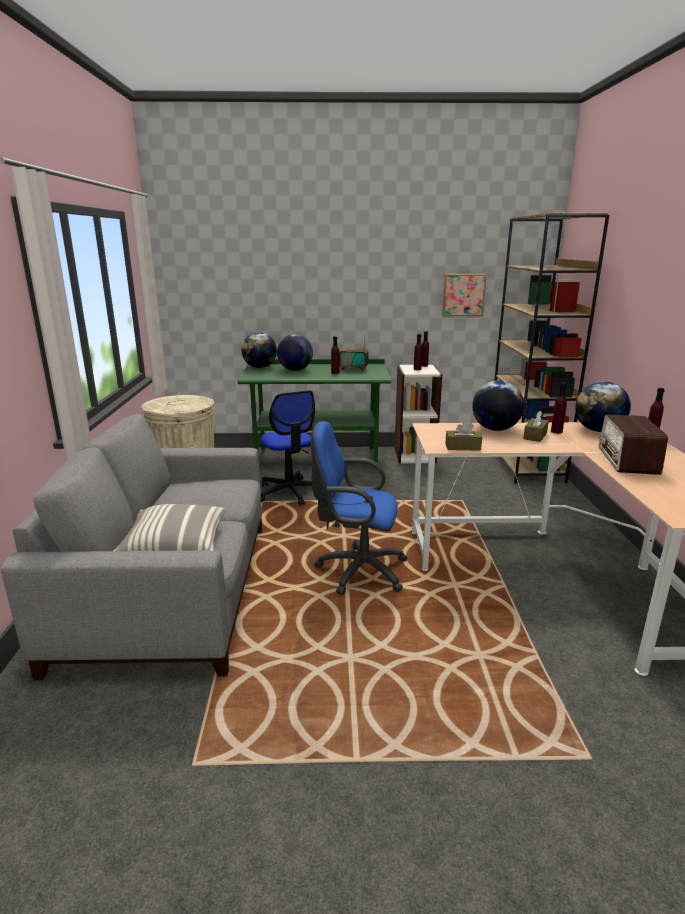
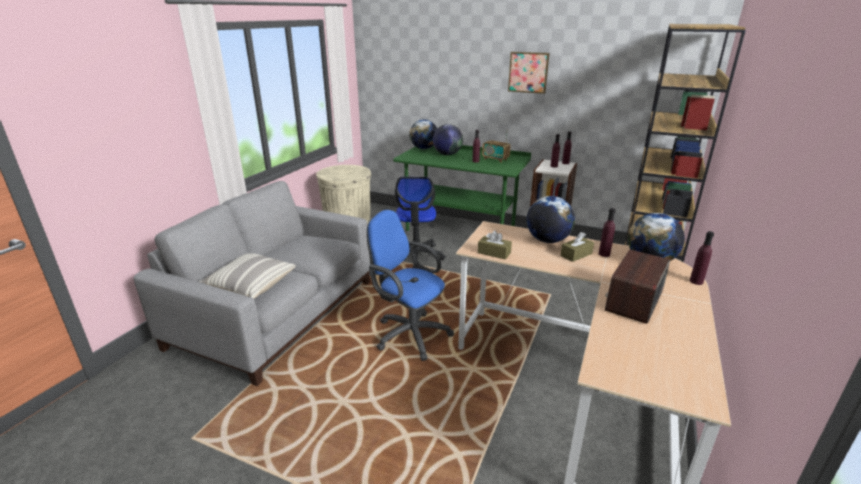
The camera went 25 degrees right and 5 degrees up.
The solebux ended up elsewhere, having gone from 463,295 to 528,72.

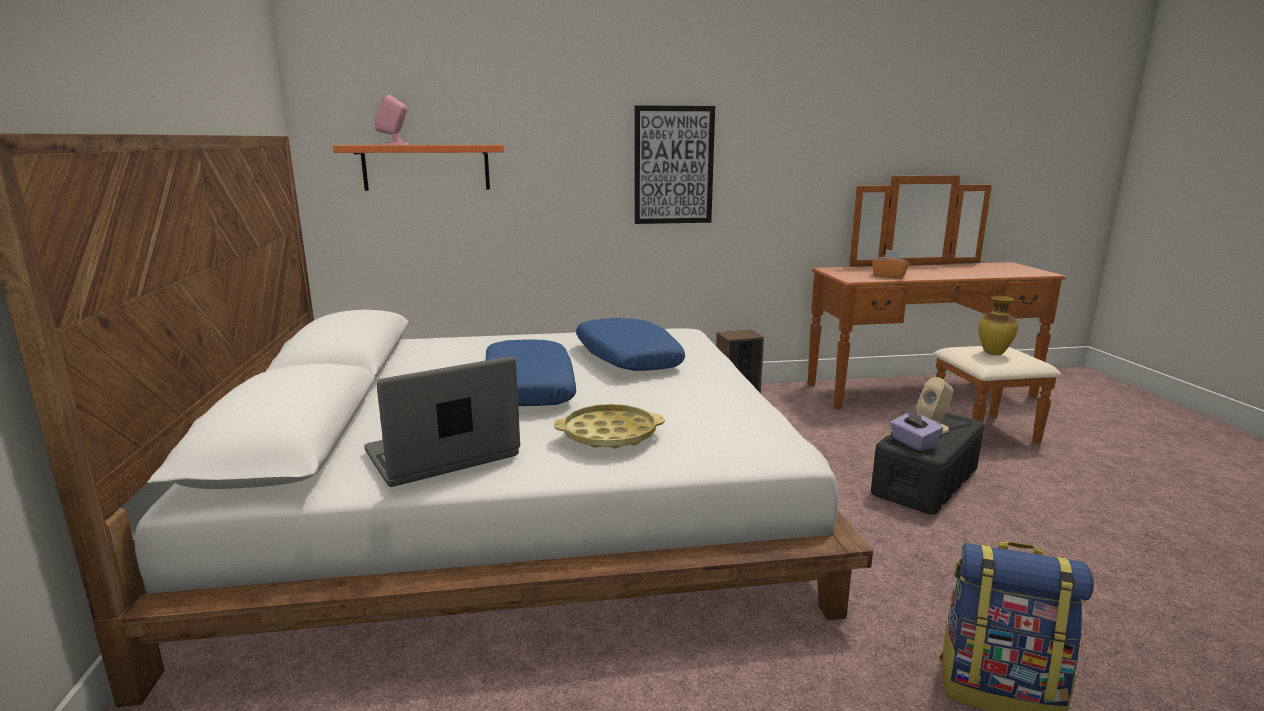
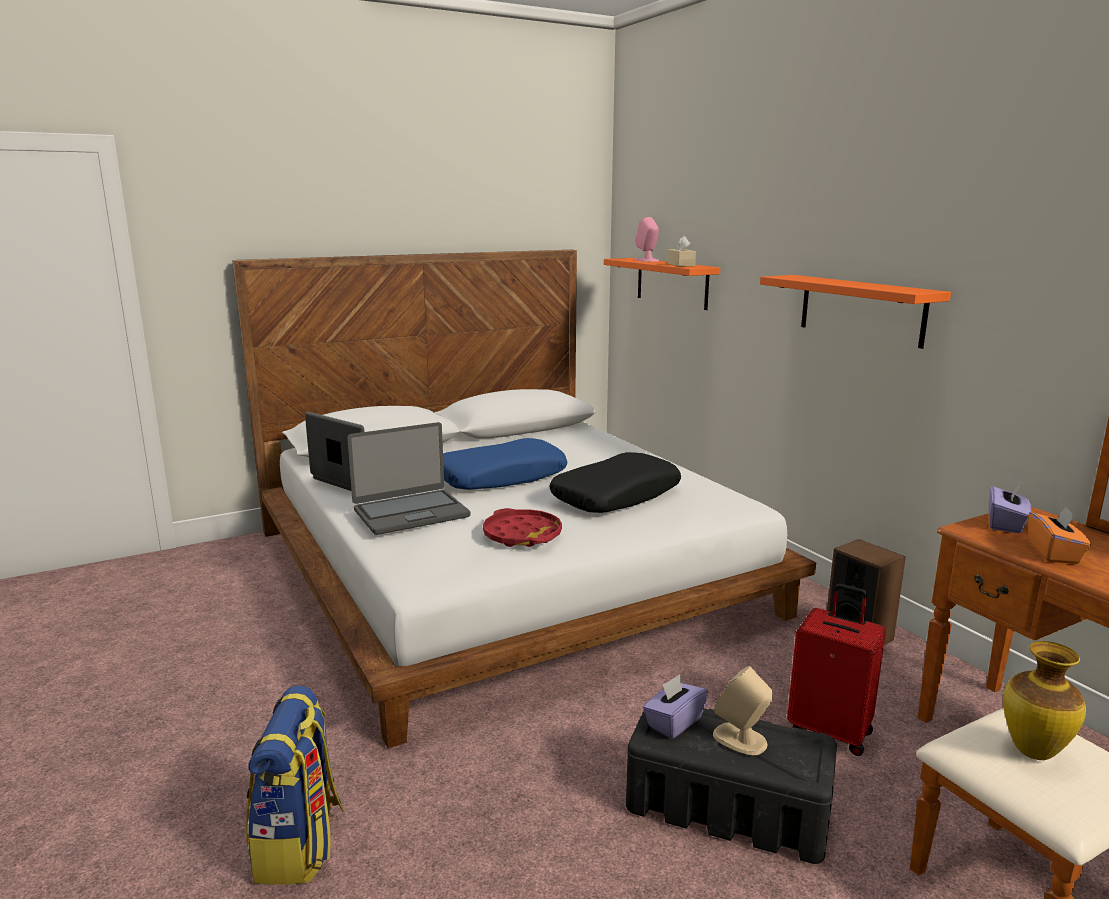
The camera went 70 degrees right and 0 degrees up.
Where the solebux hung at 673,165, the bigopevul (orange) came to hang at 861,309.
What was the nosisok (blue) at 627,358 turned into the nosisok (black) at 616,496.
Where the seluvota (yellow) stood at 609,434, the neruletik came to stand at 410,513.
The second view gained the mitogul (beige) at 681,265.
The second view gained the mitogul (purple) at 1005,524.
The second view gained the seluvota (red) at 522,535.
The second view gained the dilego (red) at 830,731.

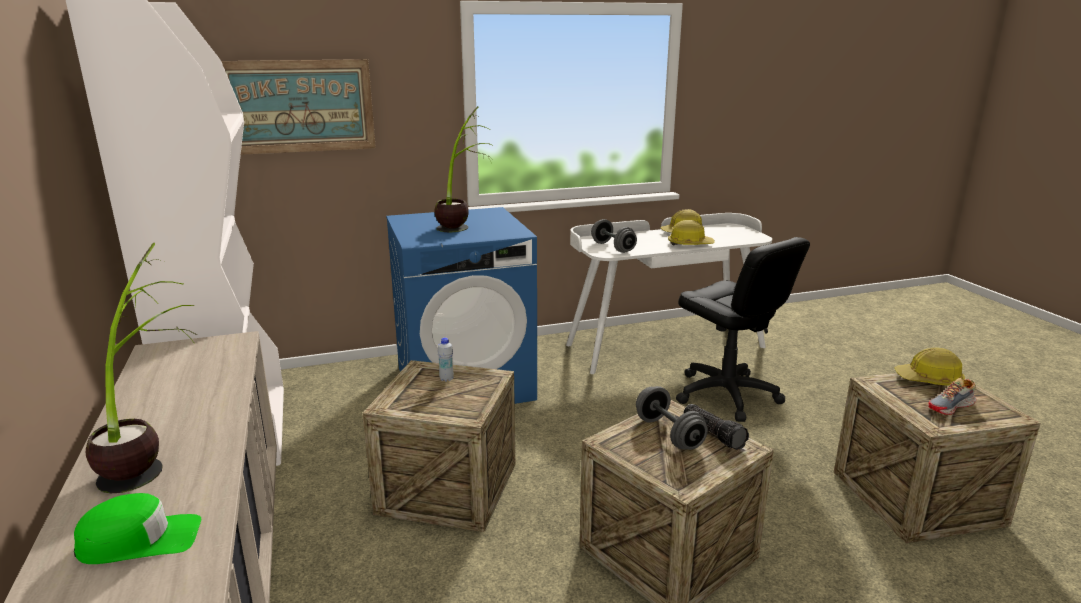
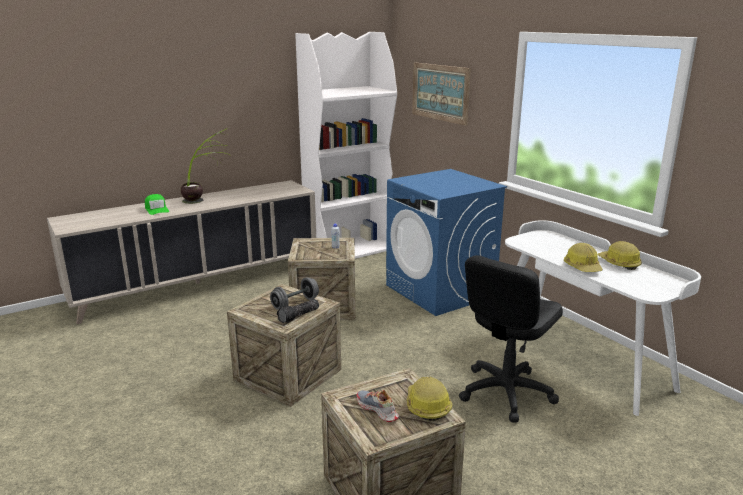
The camera went 75 degrees right and 0 degrees up.
The second view lost the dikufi at 463,223.
The second view lost the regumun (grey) at 613,247.

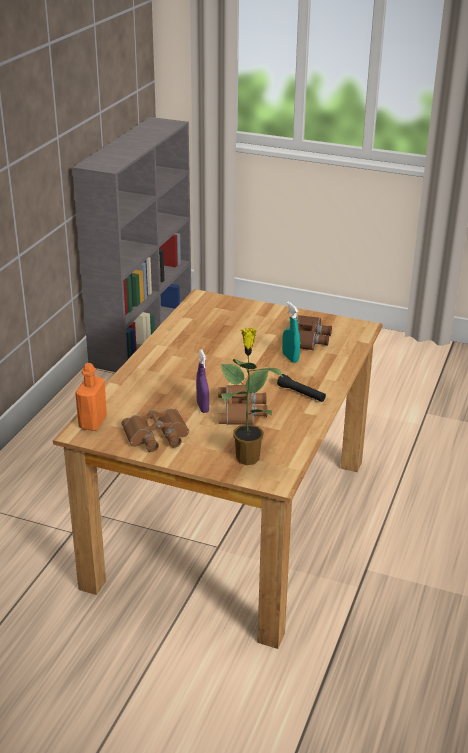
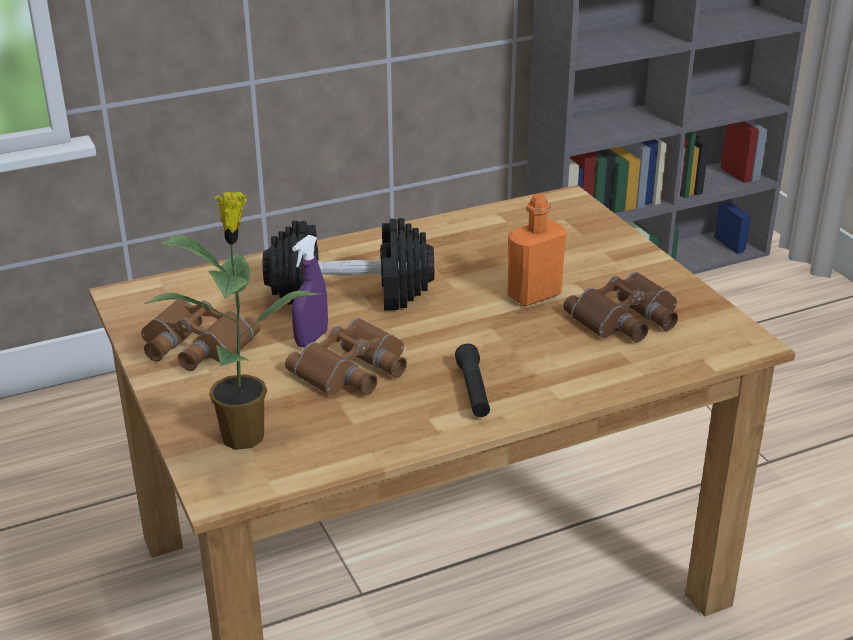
The camera went 45 degrees right and 0 degrees up.
The second view lost the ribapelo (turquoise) at 290,358.
The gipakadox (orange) ended up elsewhere, having gone from 93,422 to 534,295.
The second view gained the regumun (black) at 349,294.

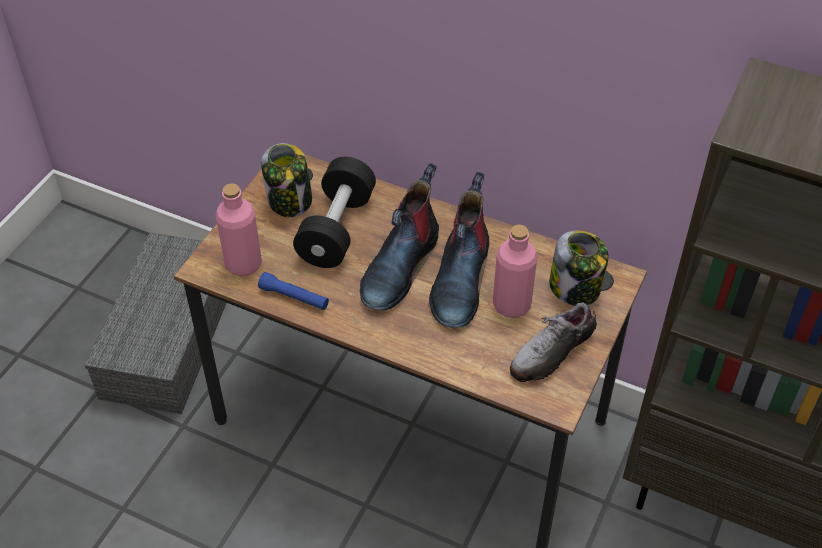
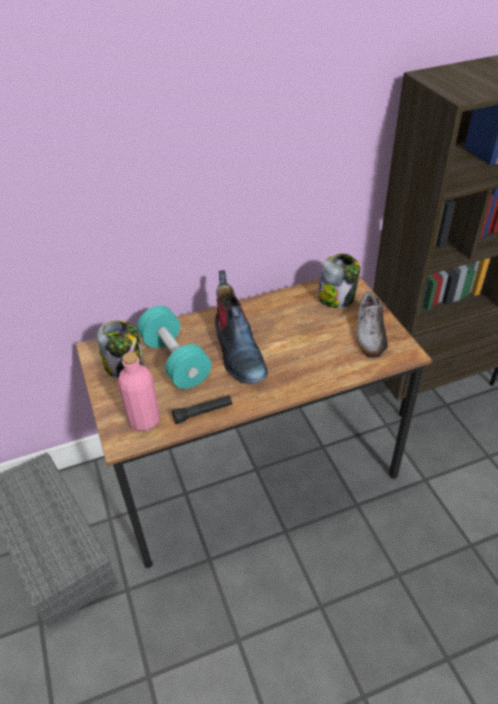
The camera went 45 degrees left and 5 degrees down.
What was the regumun (black) at 336,229 turned into the regumun (turquoise) at 175,360.
The second view lost the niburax at 460,280.
The second view lost the gipakadox (pink) at 511,305.
What was the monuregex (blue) at 294,297 turned into the monuregex (black) at 203,413.

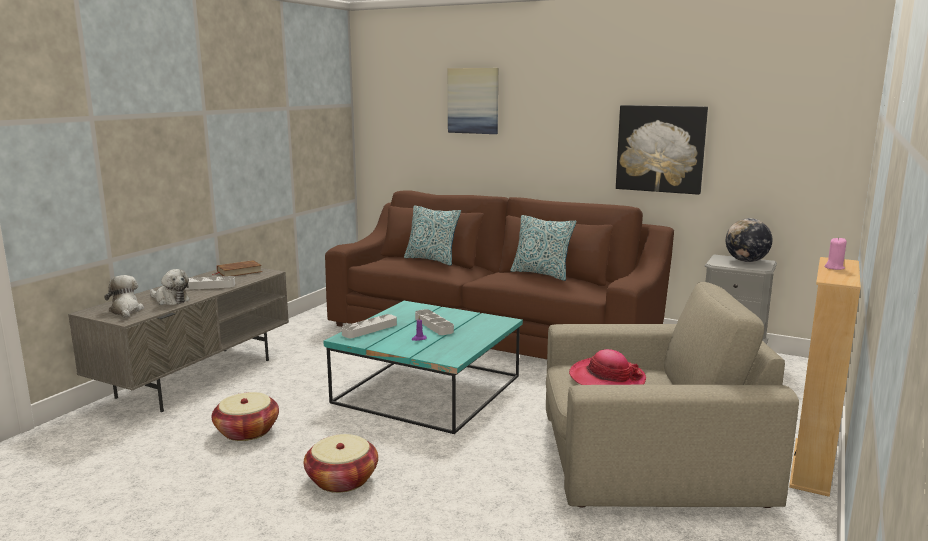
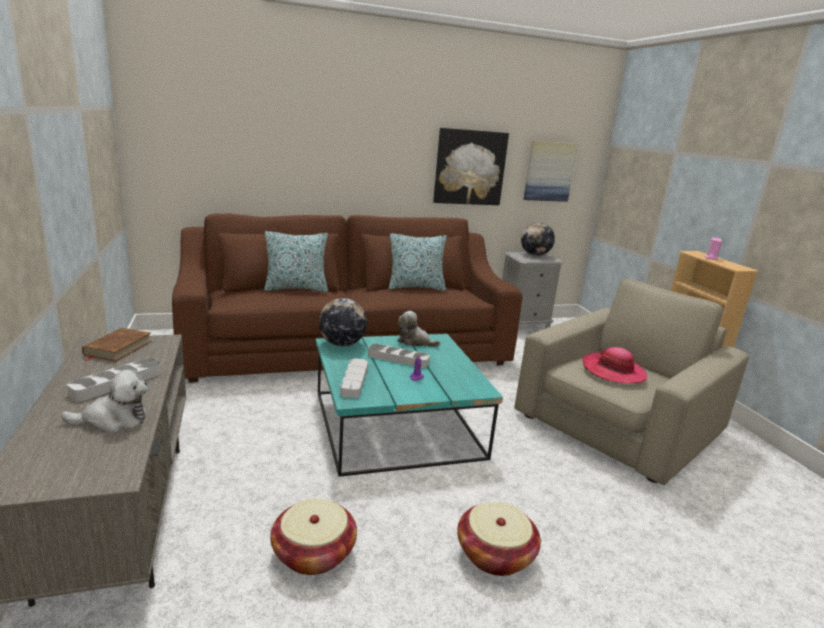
The camera went 45 degrees left and 5 degrees up.
The solebux ended up elsewhere, having gone from 473,101 to 549,171.
The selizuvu ended up elsewhere, having gone from 126,311 to 415,342.
The second view gained the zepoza at 342,344.

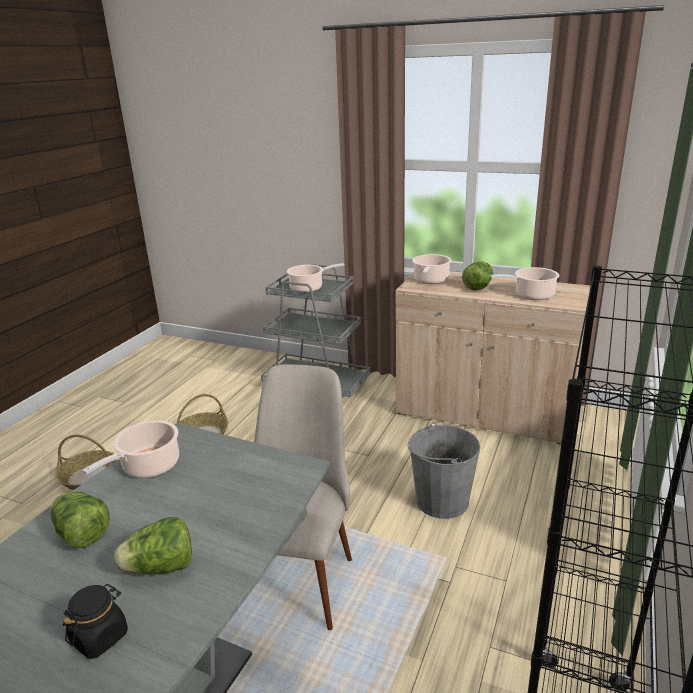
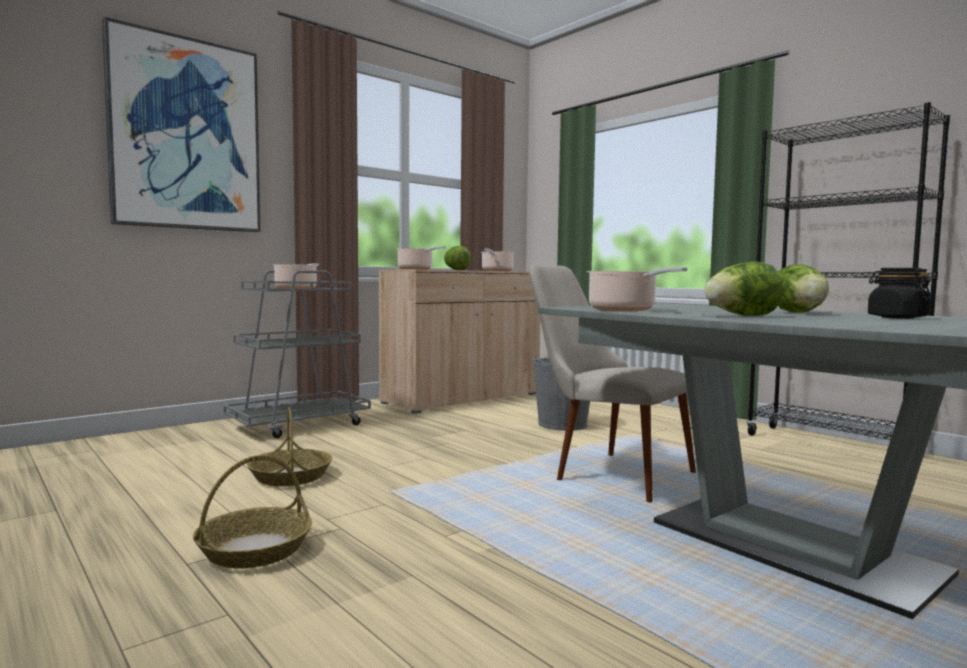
The camera went 65 degrees left and 20 degrees down.
The second view gained the solebux at 185,135.

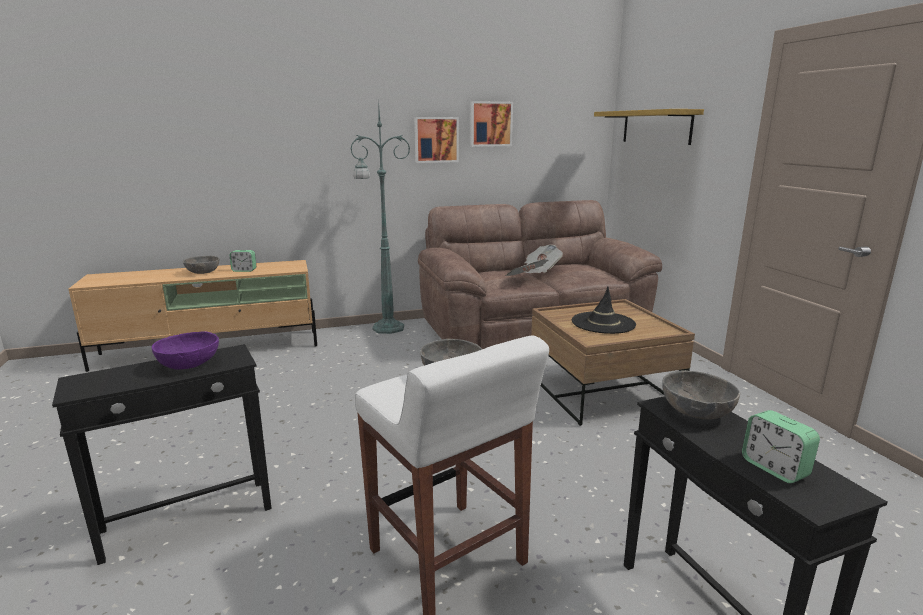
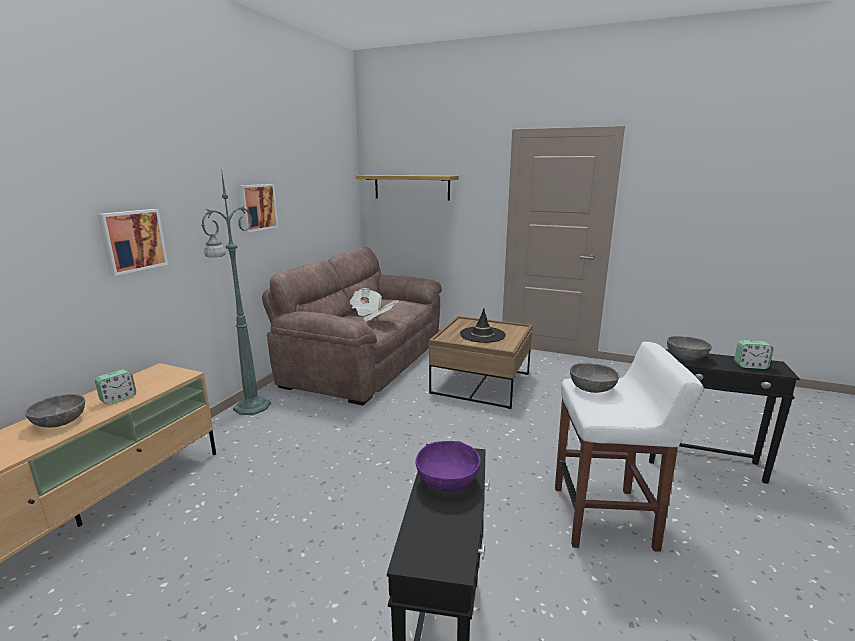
The camera went 50 degrees left and 0 degrees up.
The solebux ended up elsewhere, having gone from 490,124 to 132,240.

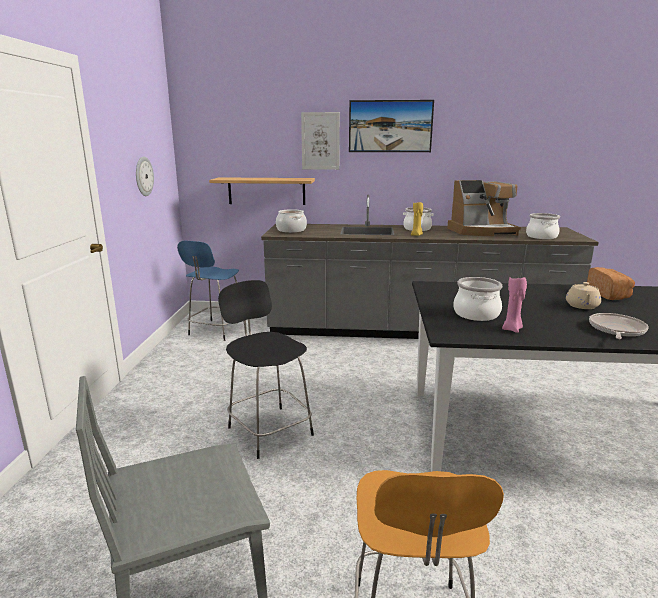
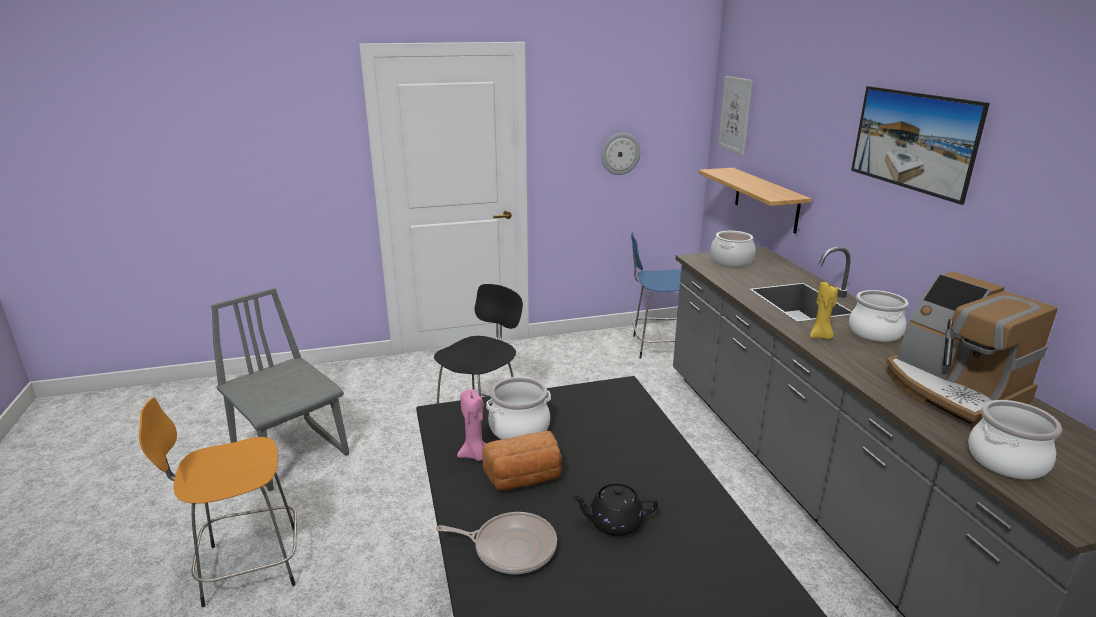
The camera went 70 degrees right and 5 degrees up.
The solebux ended up elsewhere, having gone from 320,141 to 735,114.
The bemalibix ended up elsewhere, having gone from 609,294 to 524,478.
What was the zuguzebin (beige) at 582,306 turned into the zuguzebin (black) at 614,522.

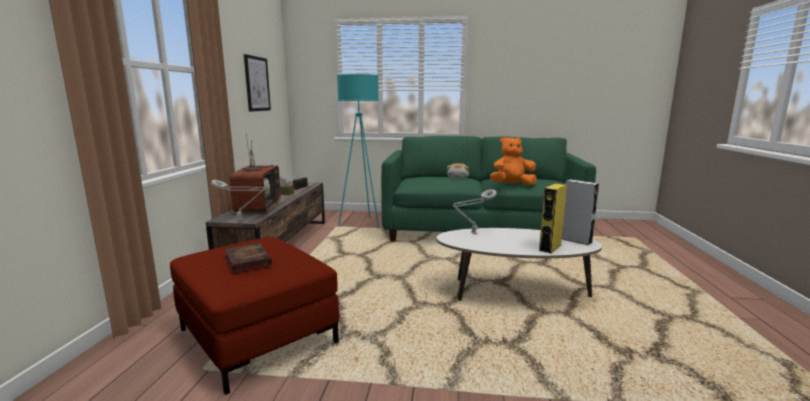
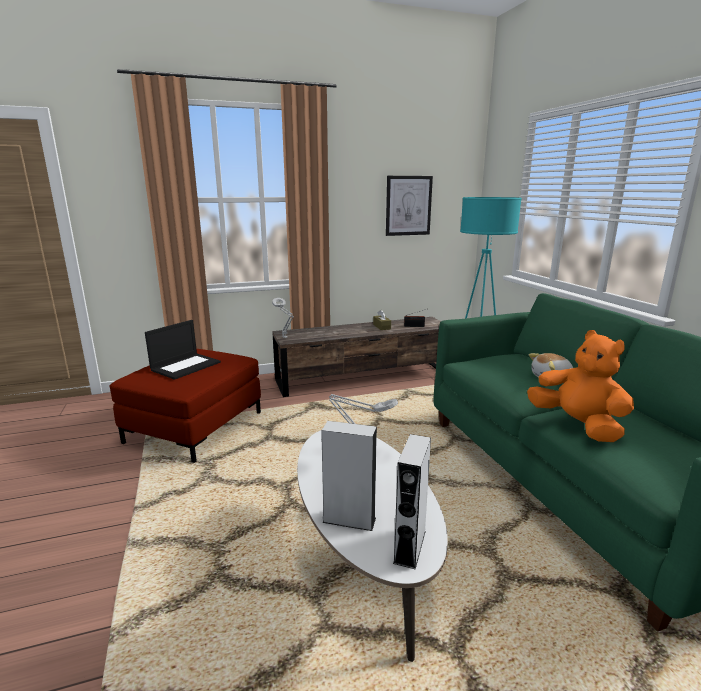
The camera went 65 degrees right and 5 degrees up.
The second view lost the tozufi at 257,208.
What was the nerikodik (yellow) at 550,247 turned into the nerikodik (grey) at 349,520.
Where the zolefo stood at 246,261, the neruletik came to stand at 186,366.

